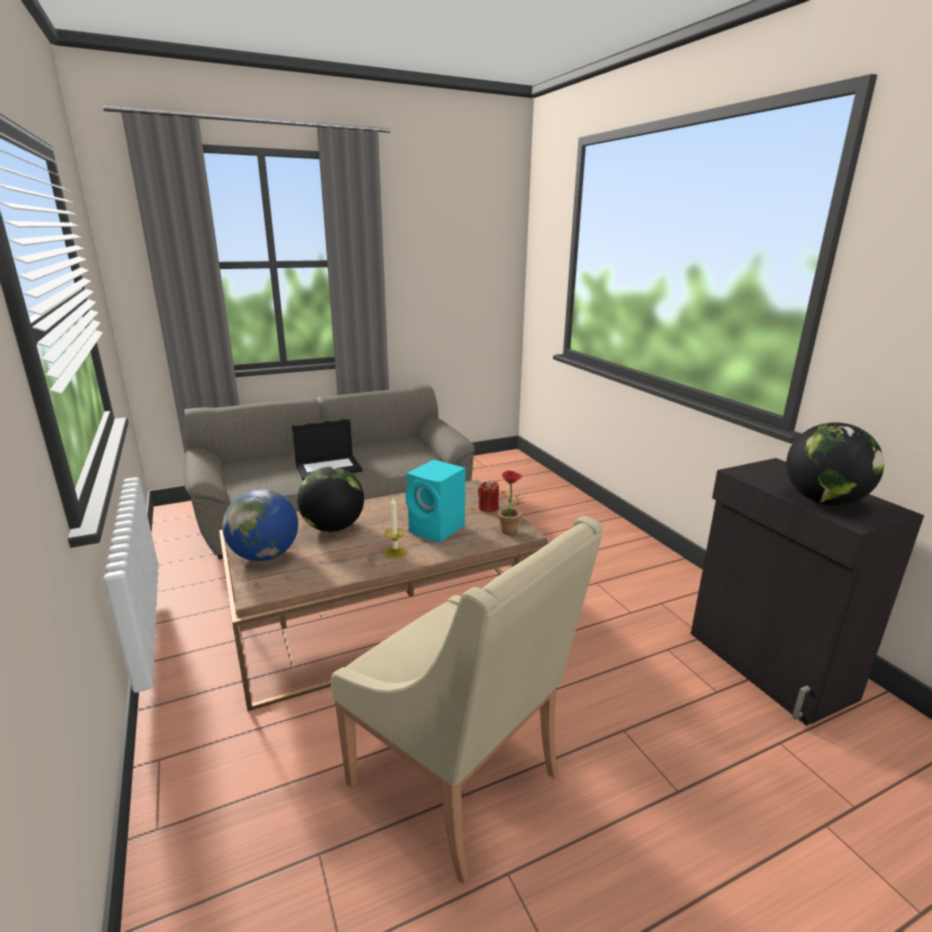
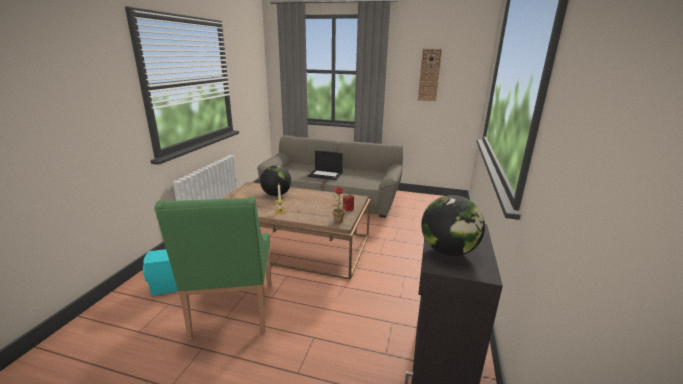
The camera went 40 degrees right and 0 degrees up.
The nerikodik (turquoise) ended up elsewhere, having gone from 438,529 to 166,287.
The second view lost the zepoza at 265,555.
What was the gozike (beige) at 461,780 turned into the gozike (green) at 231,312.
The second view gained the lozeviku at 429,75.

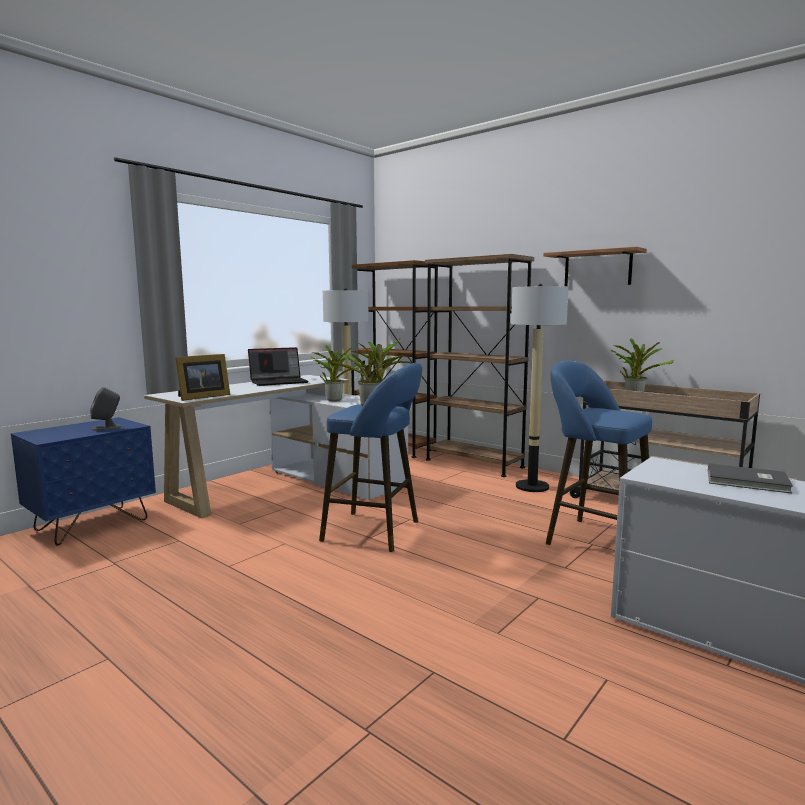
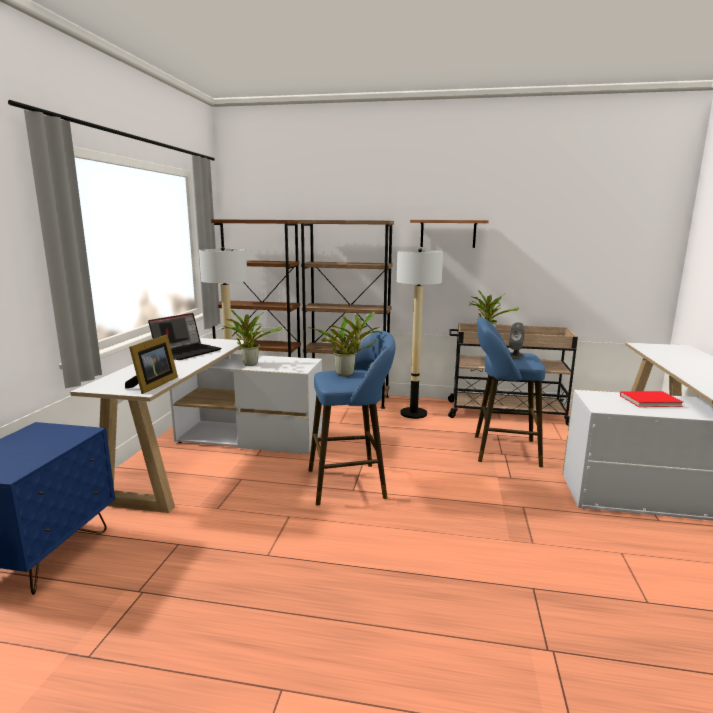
The camera went 30 degrees left and 5 degrees up.
The nerikodik (grey) ended up elsewhere, having gone from 106,428 to 515,356.
What was the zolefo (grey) at 748,481 turned into the zolefo (red) at 652,401.

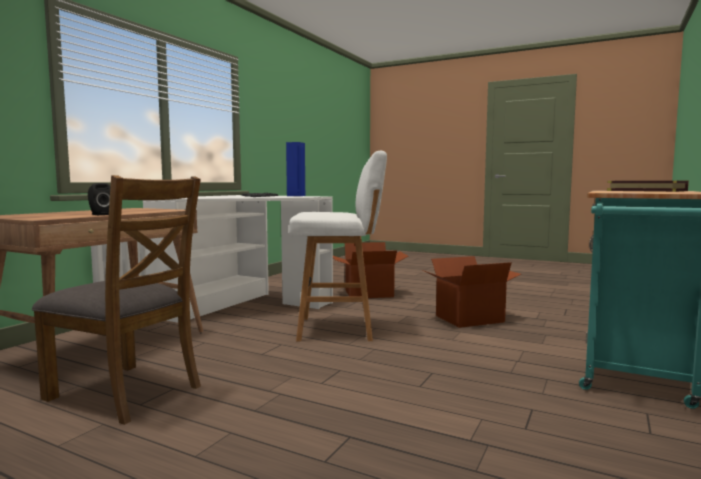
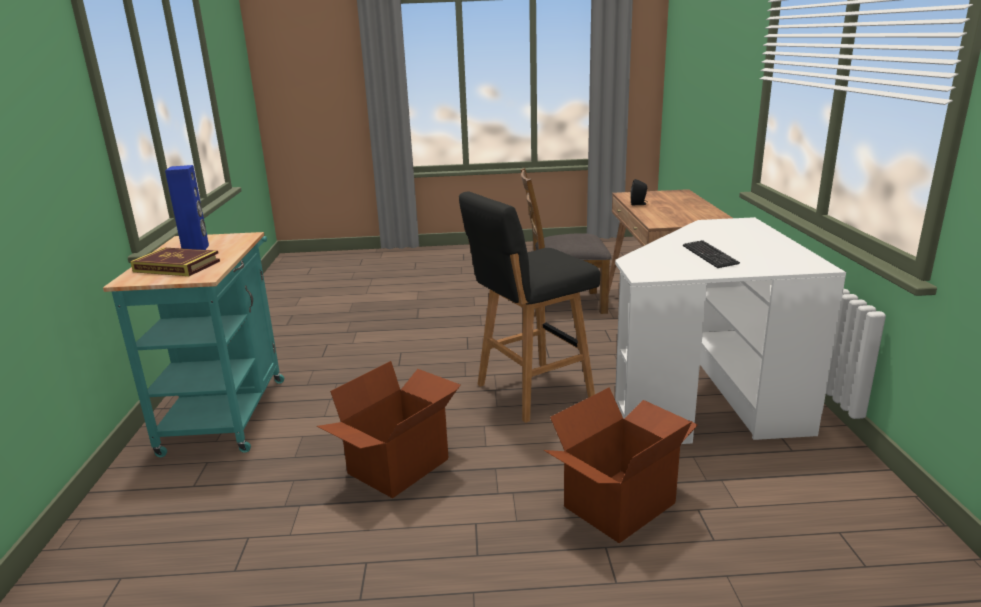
The camera went 150 degrees right and 15 degrees up.
The nerikodik (blue) ended up elsewhere, having gone from 295,196 to 196,249.
What was the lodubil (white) at 339,329 turned into the lodubil (black) at 531,392.

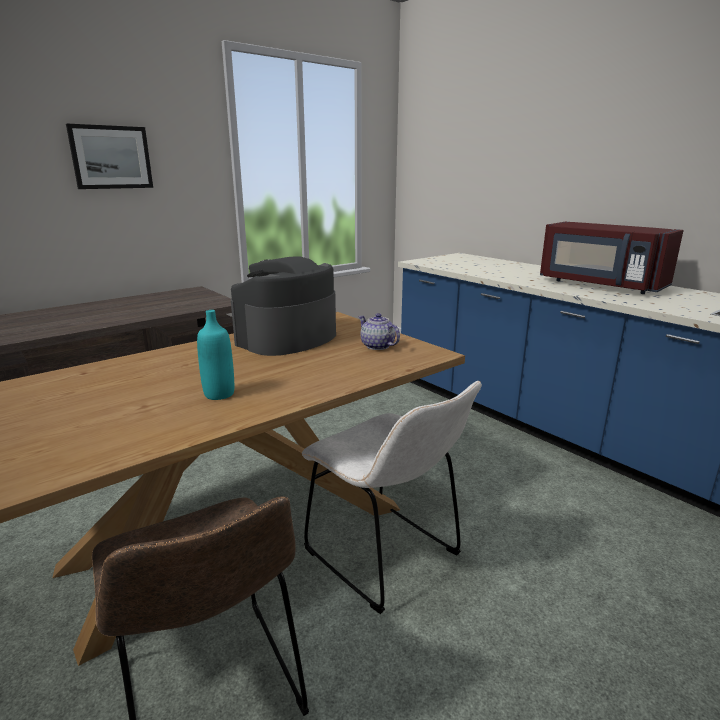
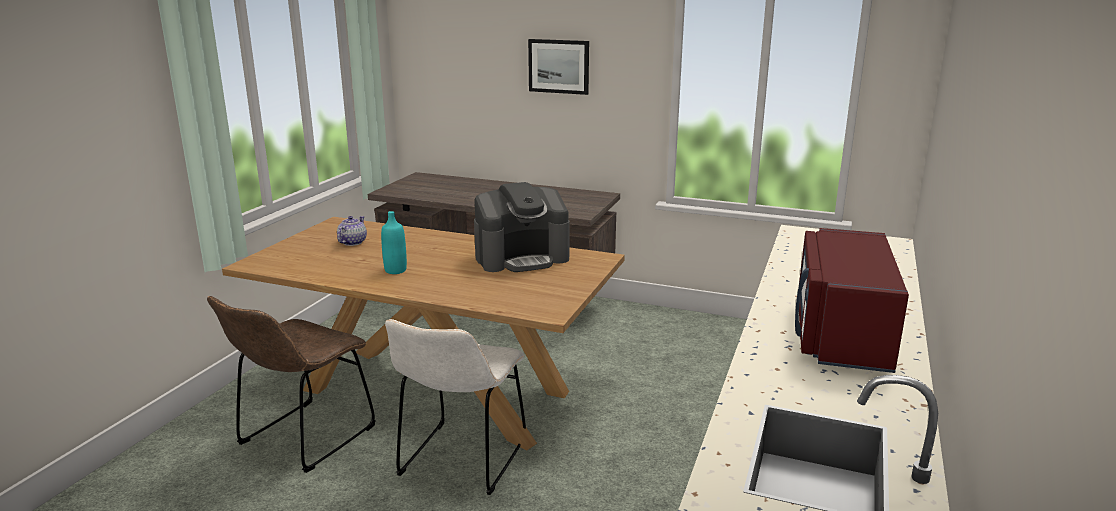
The camera went 60 degrees right and 0 degrees up.
The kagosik at 287,338 ended up facing another way, 150 degrees clockwise from before.
The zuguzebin ended up elsewhere, having gone from 377,346 to 352,242.

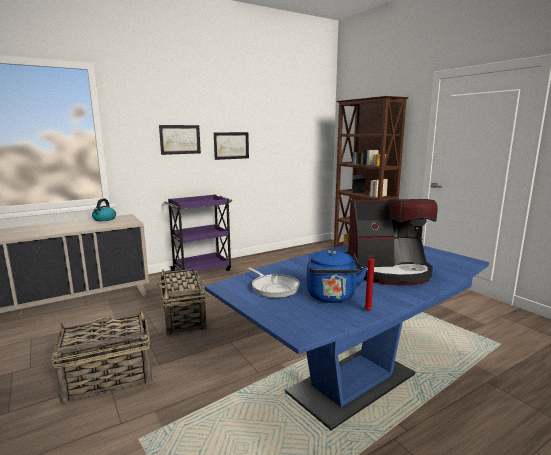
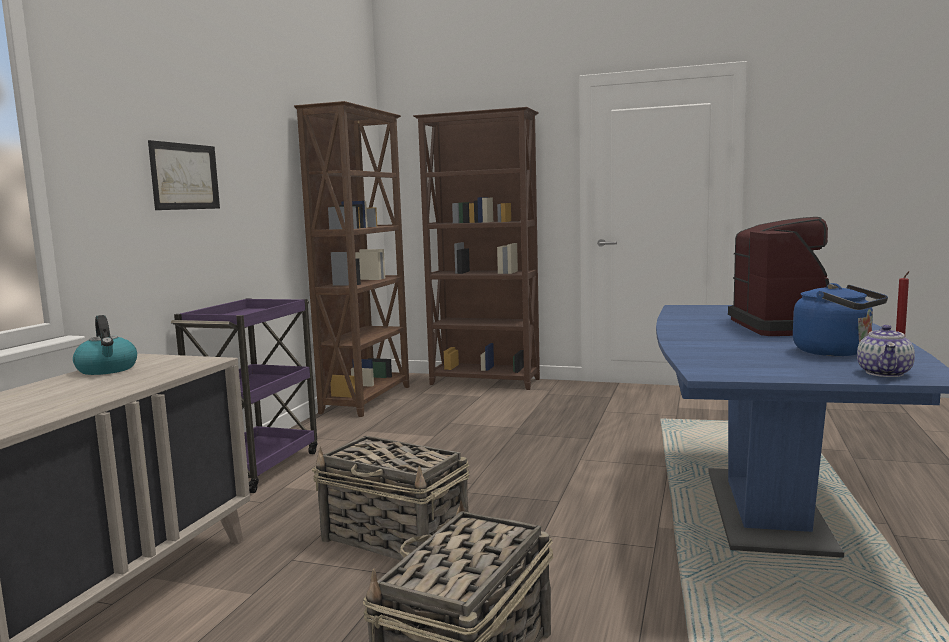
The camera went 40 degrees left and 5 degrees down.
The second view lost the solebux at 231,145.
The kagosik at 388,271 ended up facing another way, 45 degrees counterclockwise from before.
The second view lost the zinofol at 273,288.
The second view gained the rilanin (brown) at 368,399.
The second view gained the zuguzebin at 885,373.

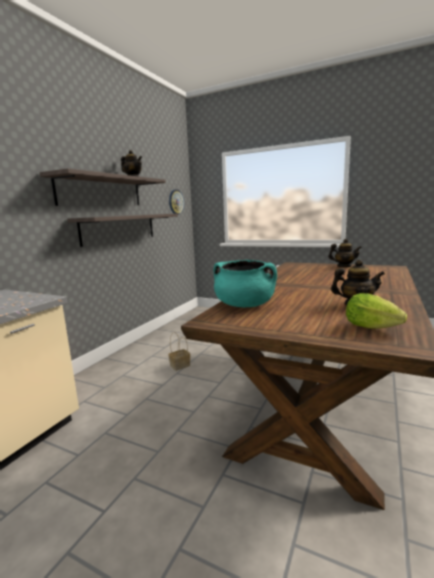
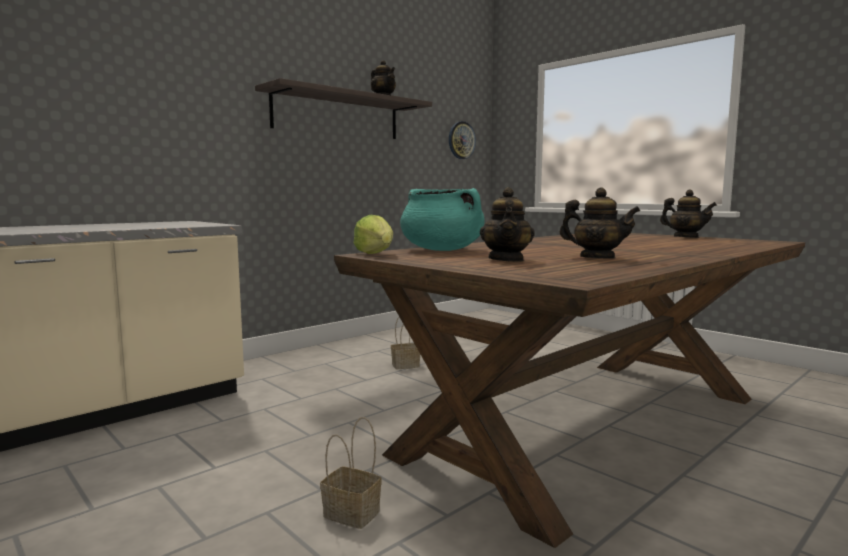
The camera went 20 degrees right and 5 degrees down.
The second view lost the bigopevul at 119,228.
The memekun ended up elsewhere, having gone from 370,327 to 375,254.
The second view gained the zuguzebin at 506,260.
The second view gained the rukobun at 353,513.

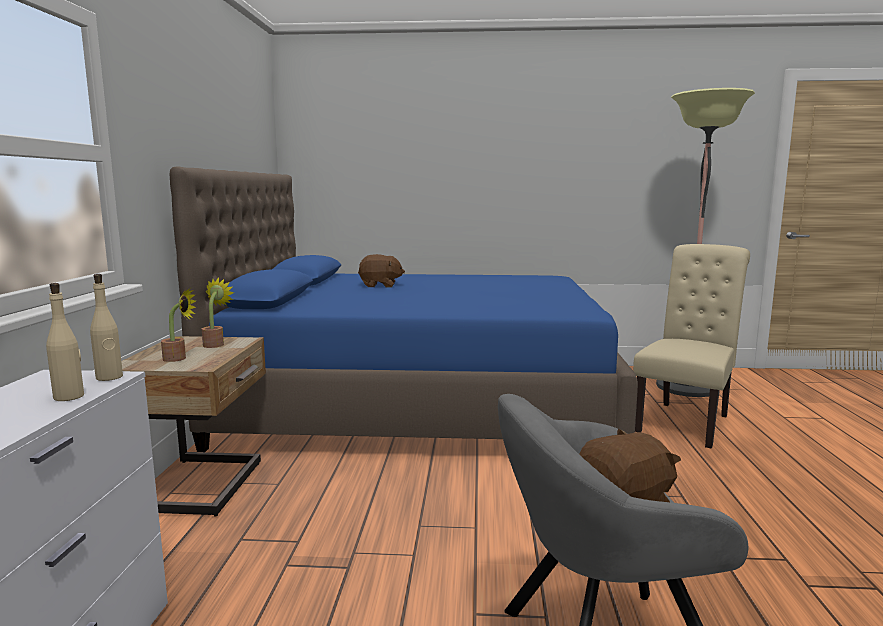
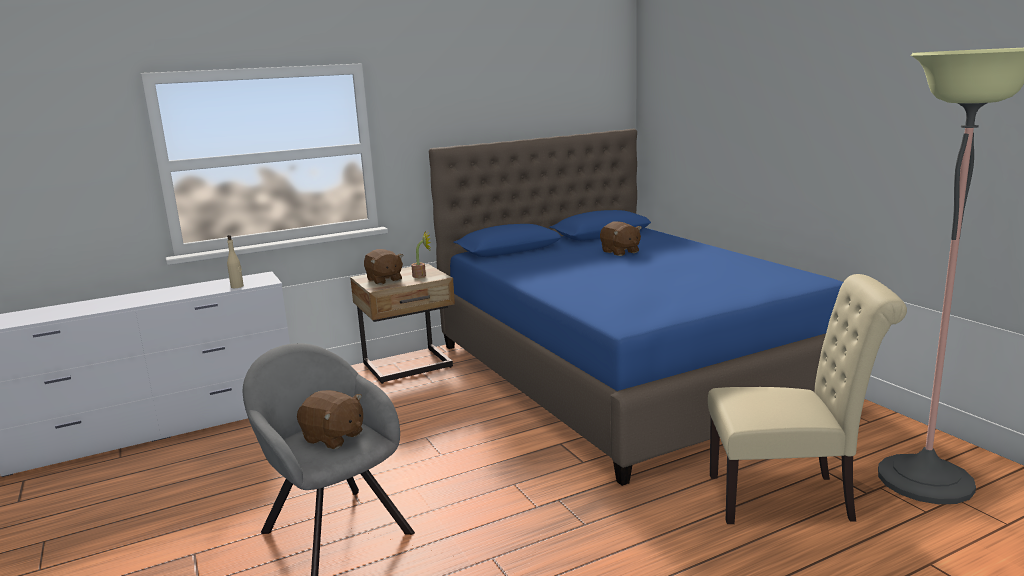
The camera went 60 degrees right and 5 degrees up.
The second view lost the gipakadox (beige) at 109,377.
Where the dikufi stood at 179,358, the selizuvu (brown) came to stand at 384,280.

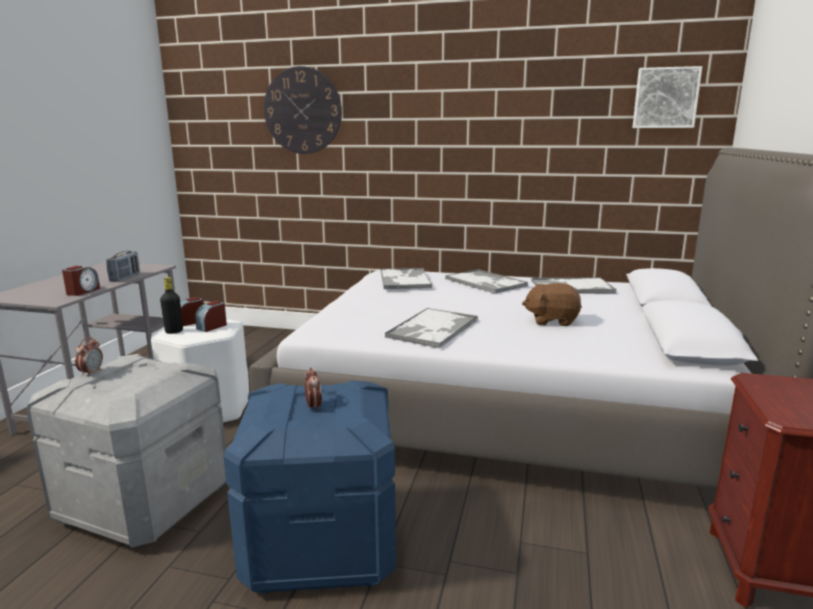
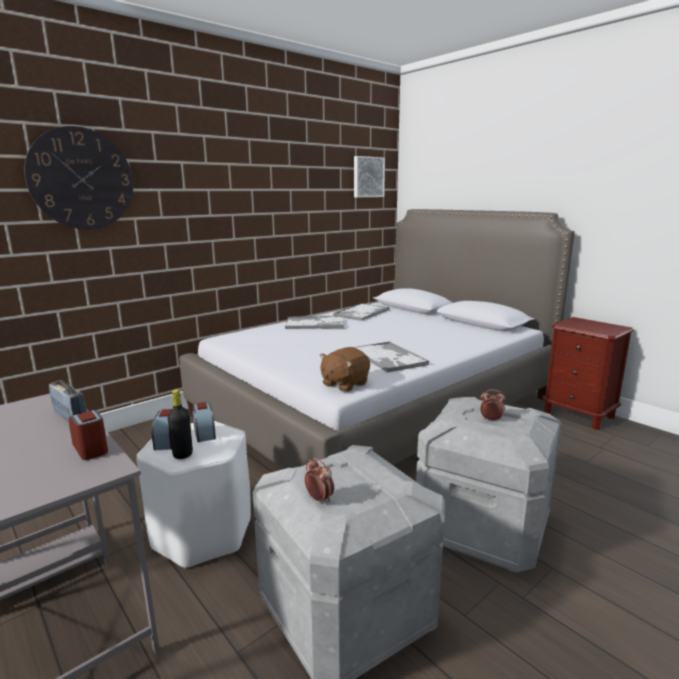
The camera went 55 degrees left and 0 degrees up.
The second view lost the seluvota at 404,279.
The selizuvu (brown) ended up elsewhere, having gone from 552,321 to 344,384.
What was the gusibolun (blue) at 320,543 turned into the gusibolun (grey) at 481,527.

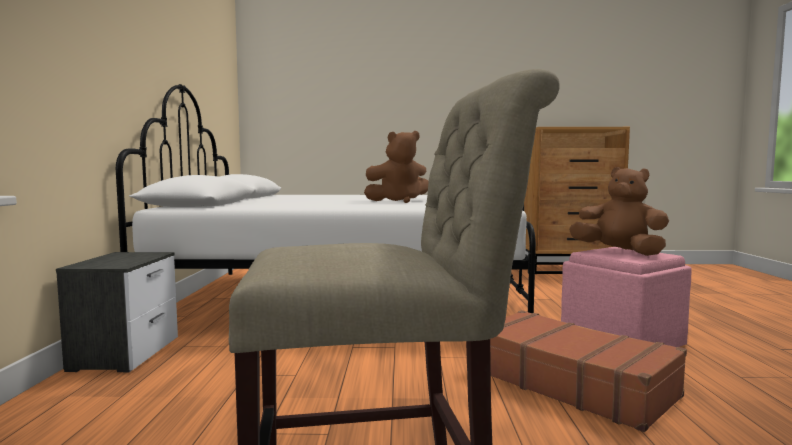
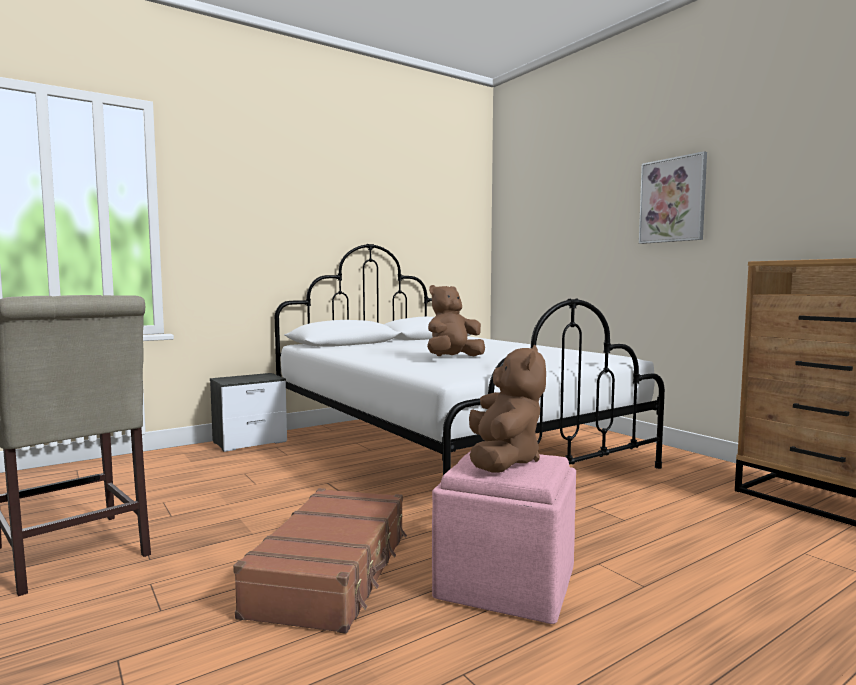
The camera went 55 degrees right and 0 degrees up.
The selizuvu (brown) at 398,201 ended up facing another way, 105 degrees clockwise from before.
The second view gained the solebux at 672,200.

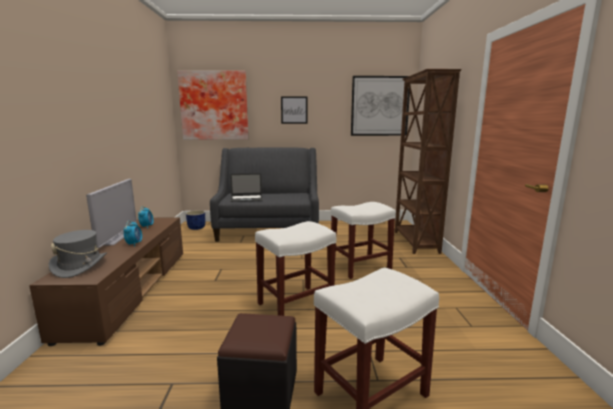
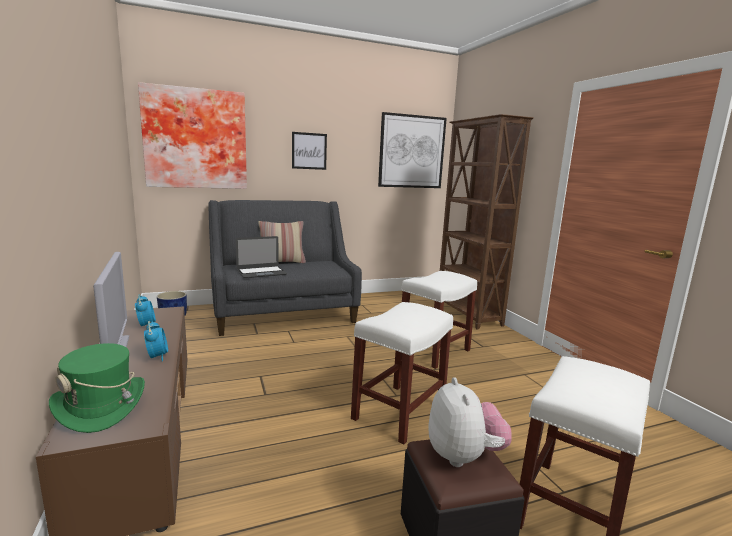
The camera went 20 degrees left and 0 degrees up.
What was the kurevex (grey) at 80,266 turned into the kurevex (green) at 101,406.
The second view gained the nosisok at 282,262.
The second view gained the selizuvu at 463,456.

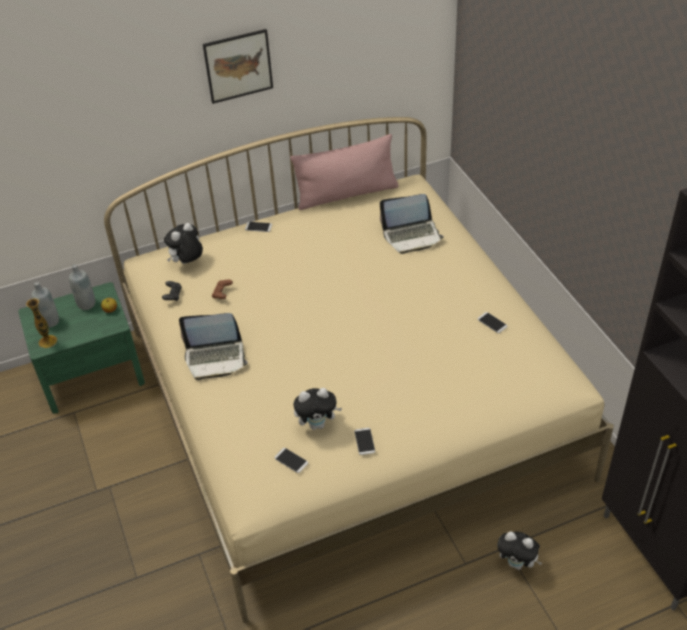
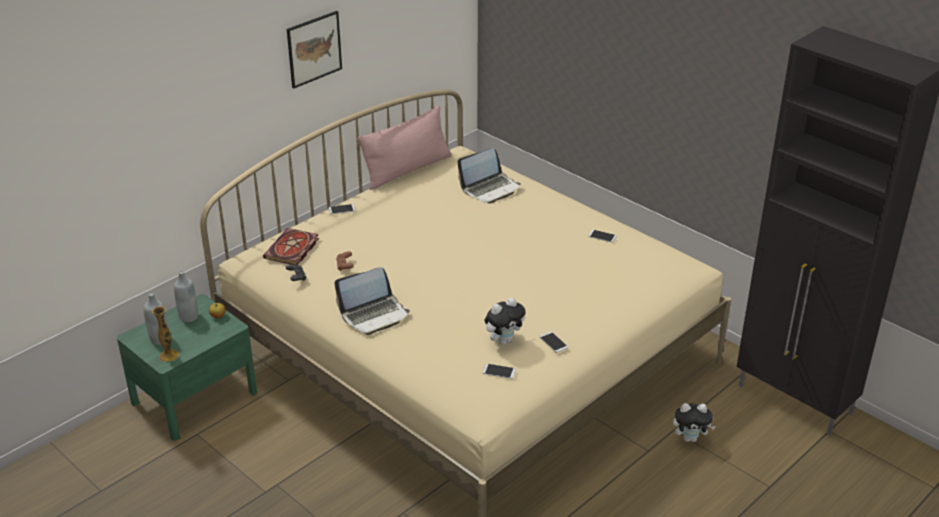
The camera went 25 degrees left and 10 degrees down.
Where the selizuvu stood at 187,263, the zolefo came to stand at 292,250.

